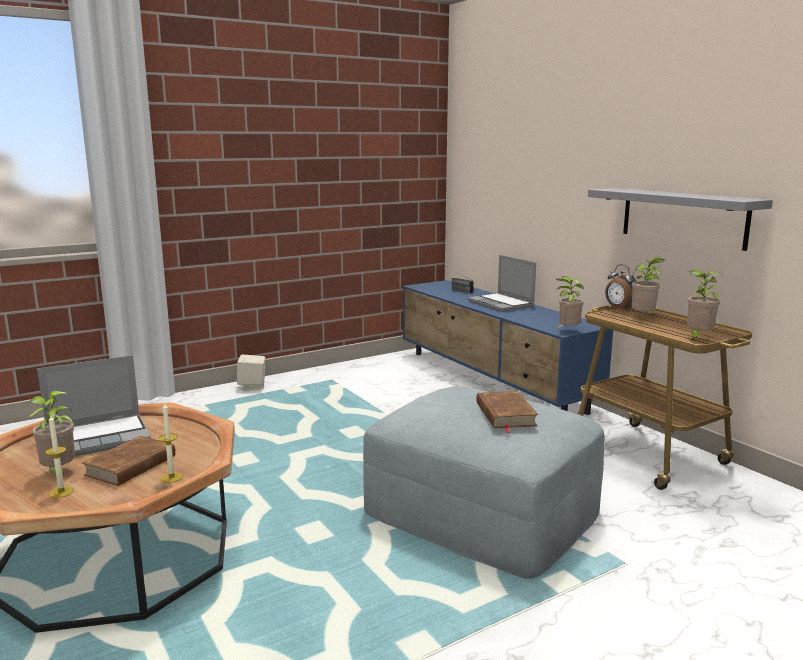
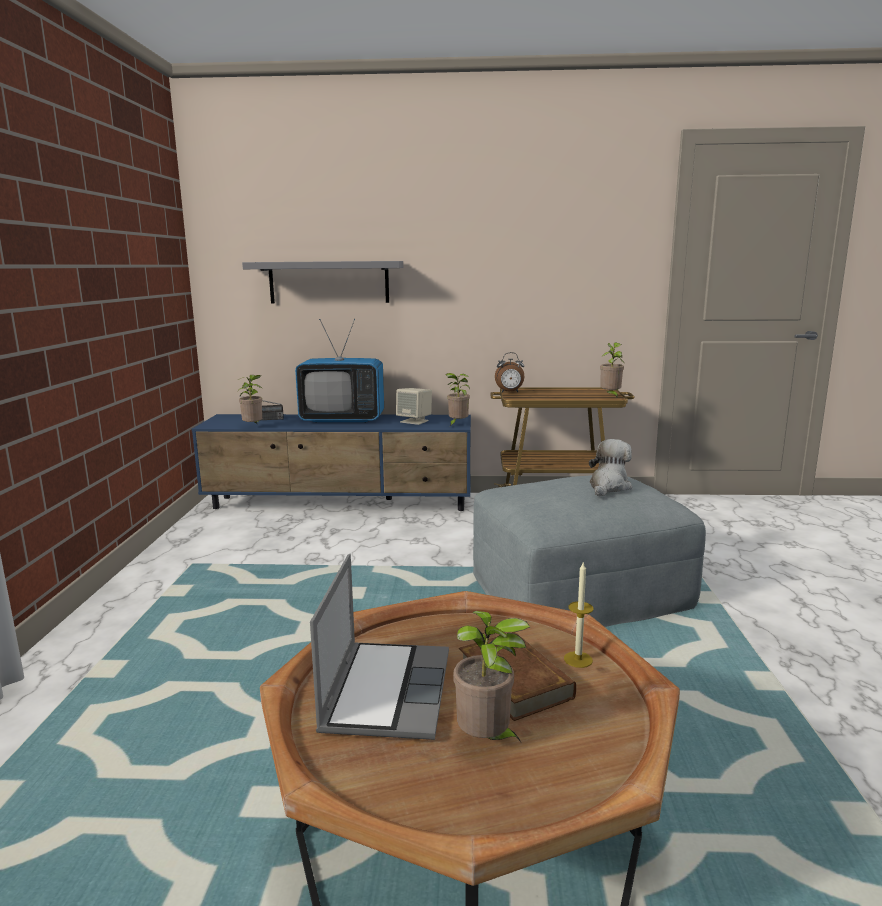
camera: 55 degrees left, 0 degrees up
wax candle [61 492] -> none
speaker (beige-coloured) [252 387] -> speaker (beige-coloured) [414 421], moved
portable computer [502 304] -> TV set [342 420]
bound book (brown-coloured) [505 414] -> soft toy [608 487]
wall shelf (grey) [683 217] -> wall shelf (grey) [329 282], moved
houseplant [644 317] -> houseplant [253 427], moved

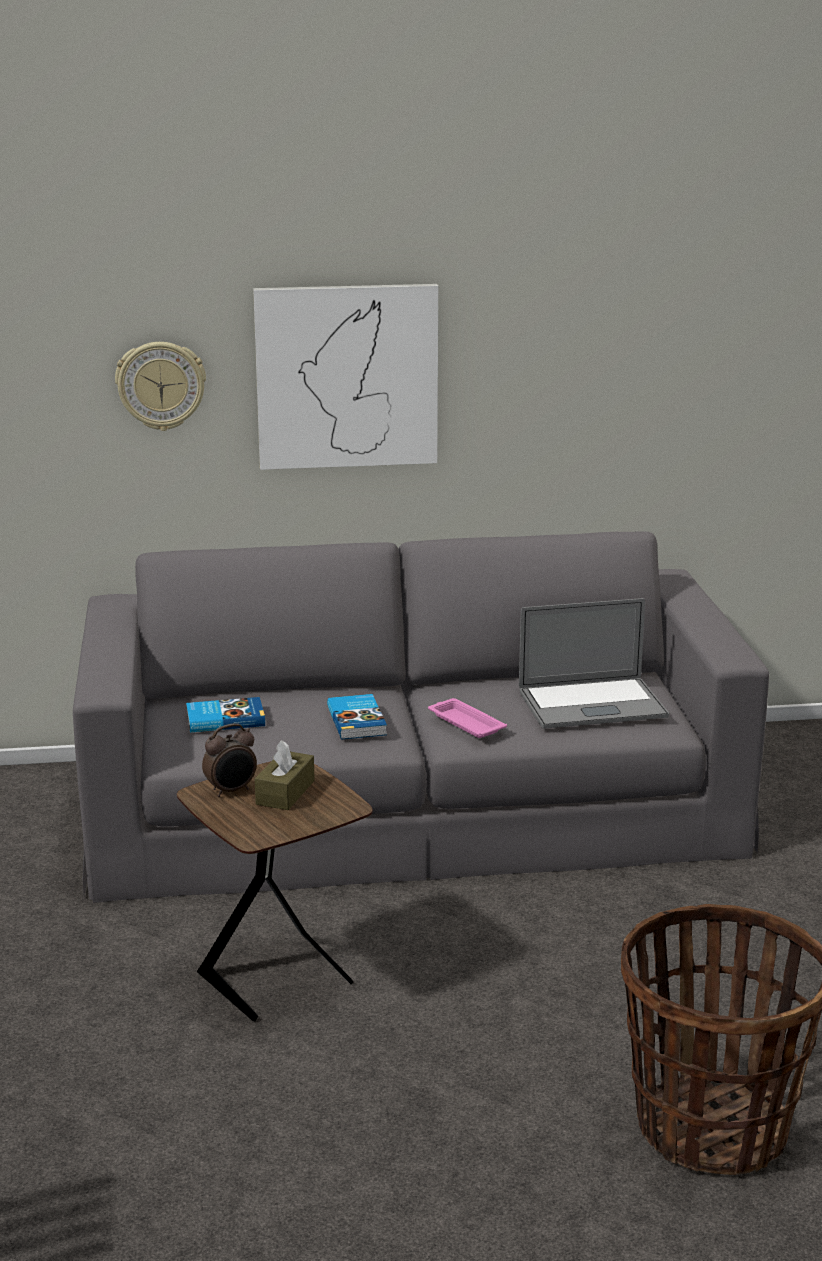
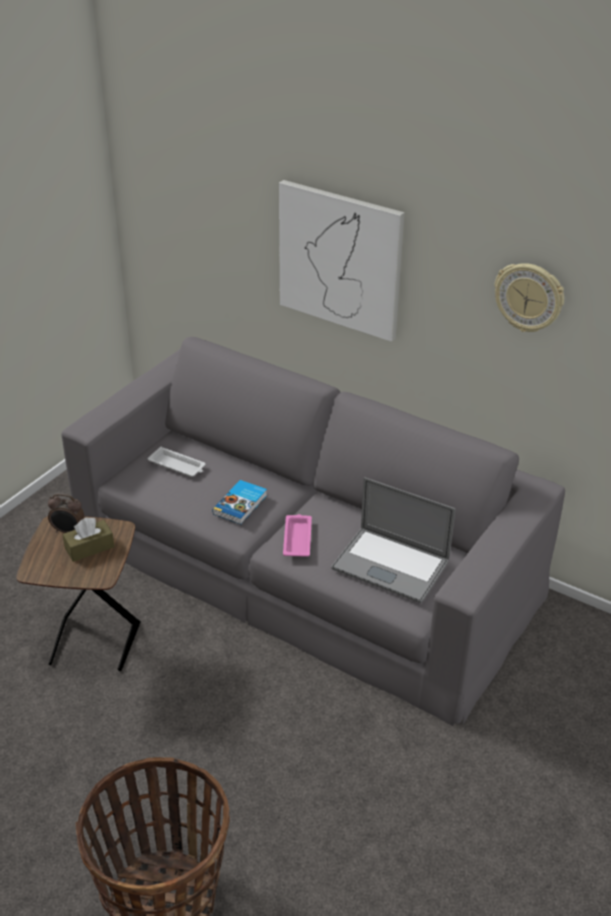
camera: 40 degrees right, 15 degrees up
wall clock [161 385] -> wall clock [529 297], moved
bound book [224 719] -> serving tray (whitish) [177 466]

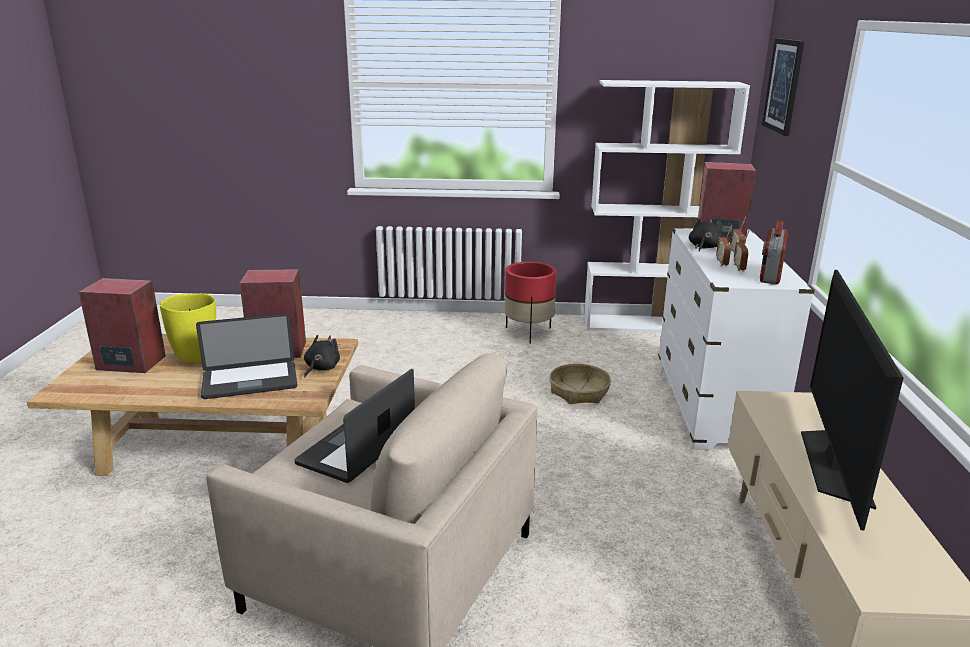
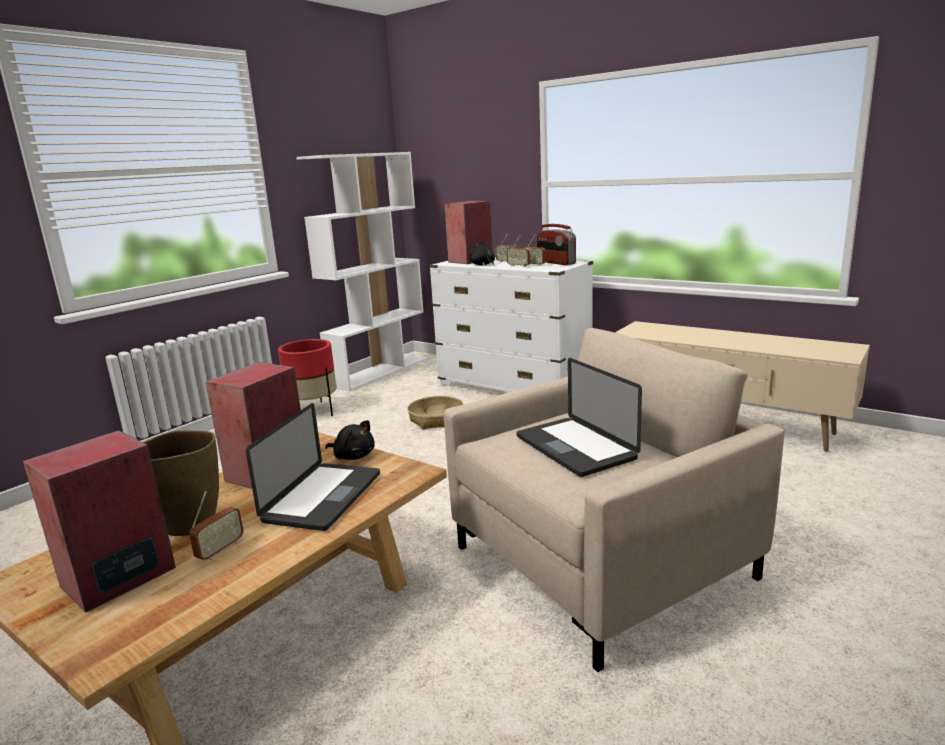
camera: 55 degrees left, 5 degrees down
decorative vase (yellowish) [195 356] -> decorative vase (brown-coloured) [189 524]
soft toy (black-coloured) [321 368] -> soft toy (black-coloured) [353 456], 150 degrees clockwise
wall art [783 86] -> none
TV set [834 464] -> none
none -> radio set [220 550]

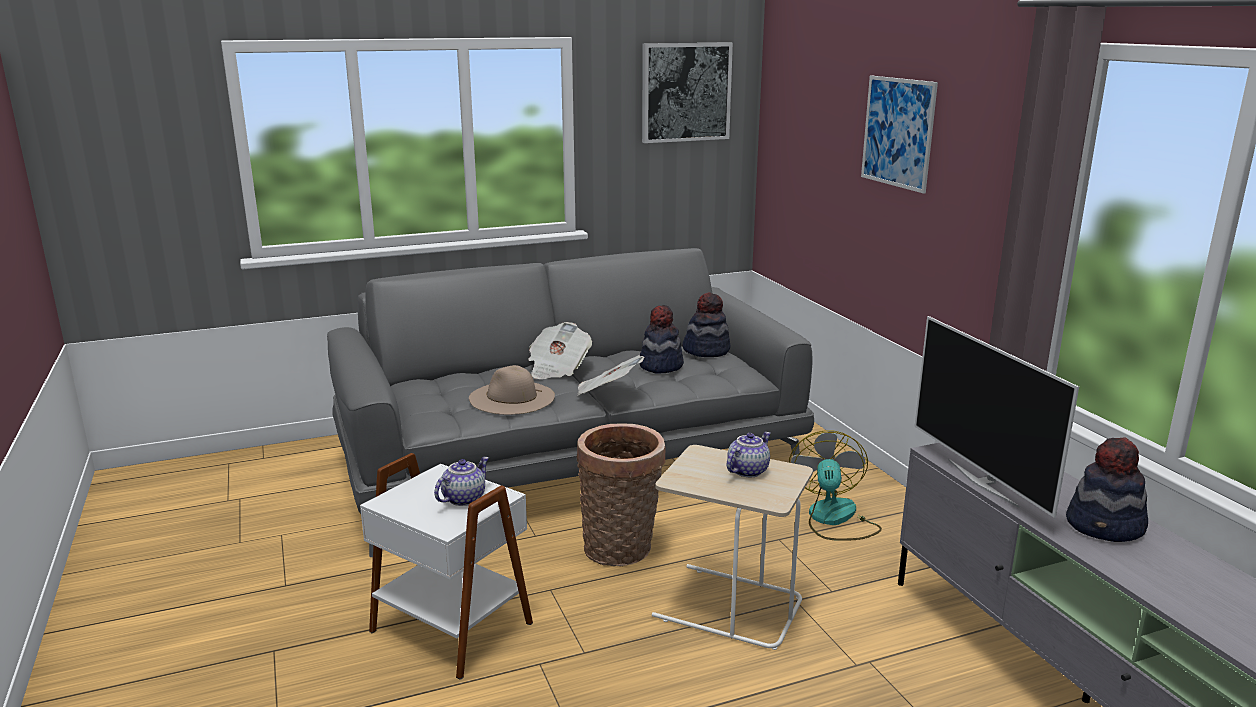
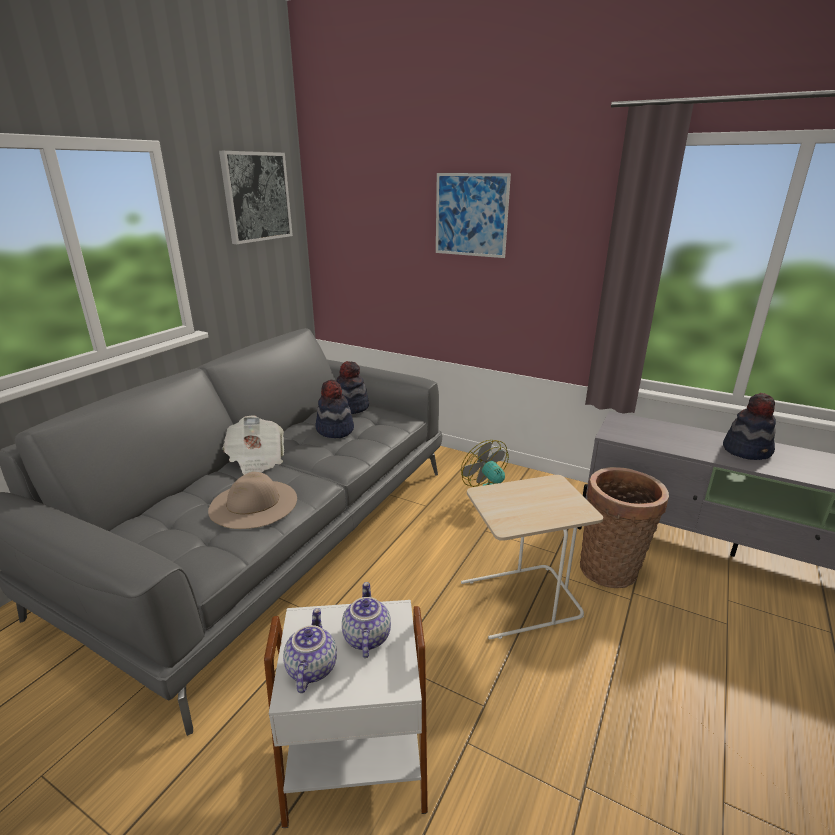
camera: 40 degrees left, 5 degrees up
printed paper [608 393] -> none
storage basket [621 549] -> storage basket [611 568], moved
teapot [747 470] -> teapot [310 668], moved
TV set [983 482] -> none

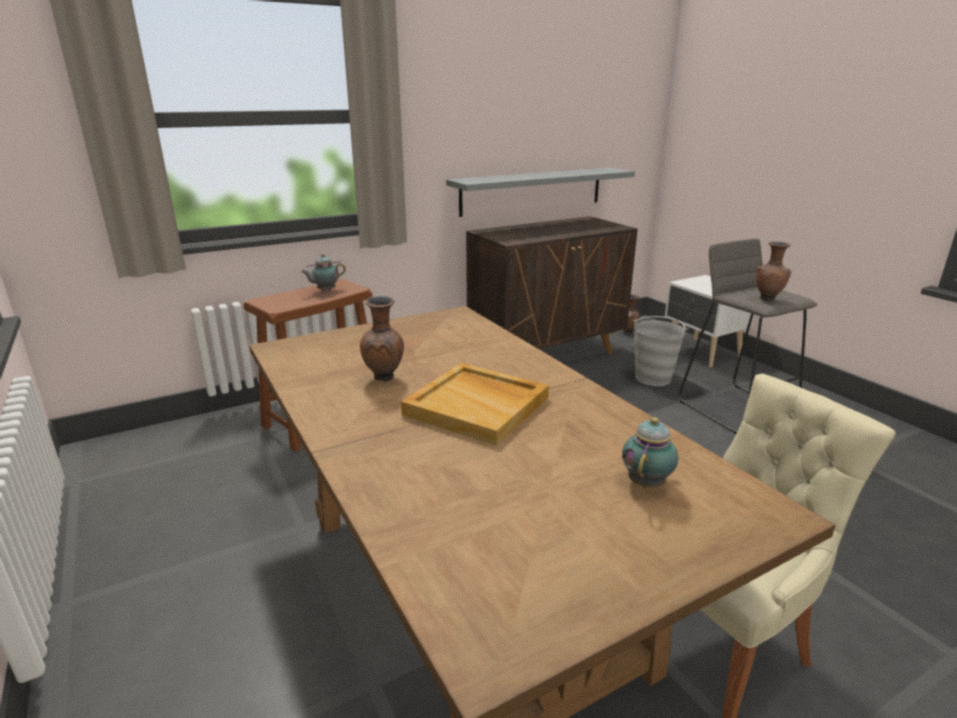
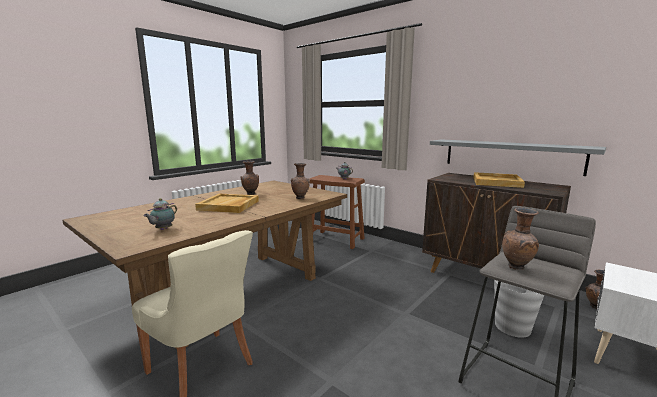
camera: 70 degrees right, 10 degrees down
teapot [647 482] -> teapot [162 229], 105 degrees clockwise
none -> decorative vase (brown-coloured) [300 198]
none -> serving tray (beige-coloured) [497 182]

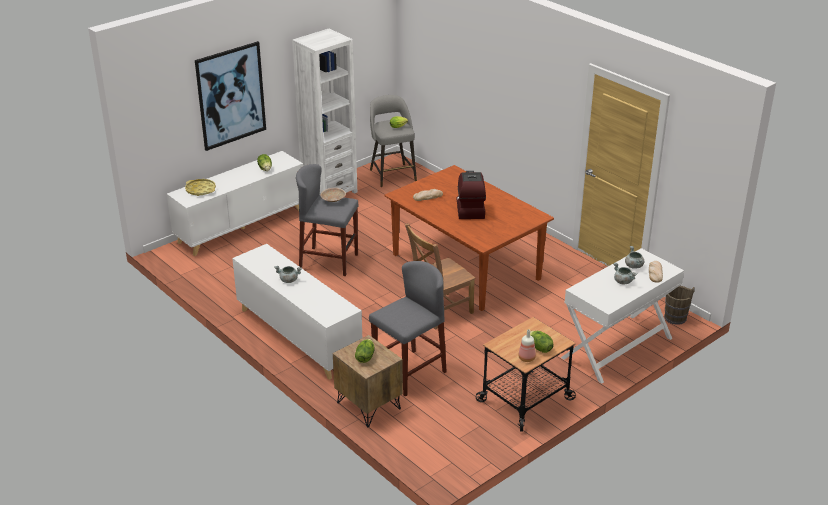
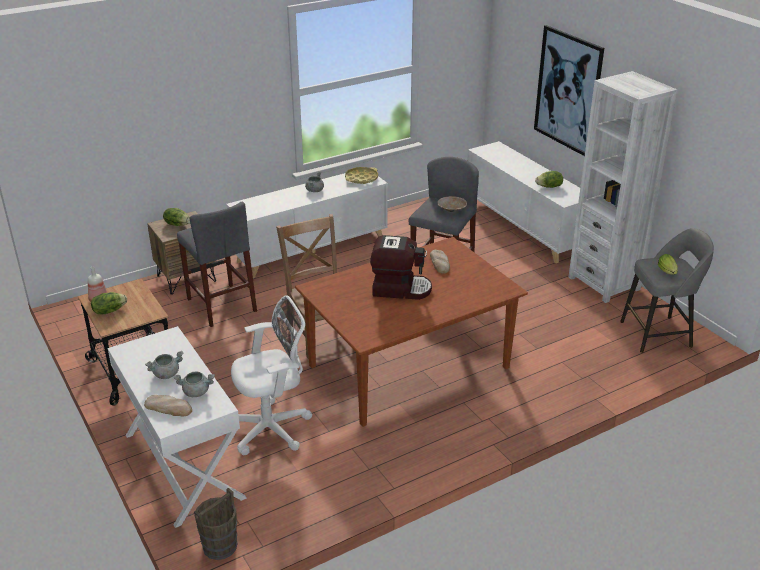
camera: 100 degrees right, 0 degrees up
serving tray (yellowish) [200 190] -> serving tray (yellowish) [361 178], moved
none -> office chair (whitish) [272 428]

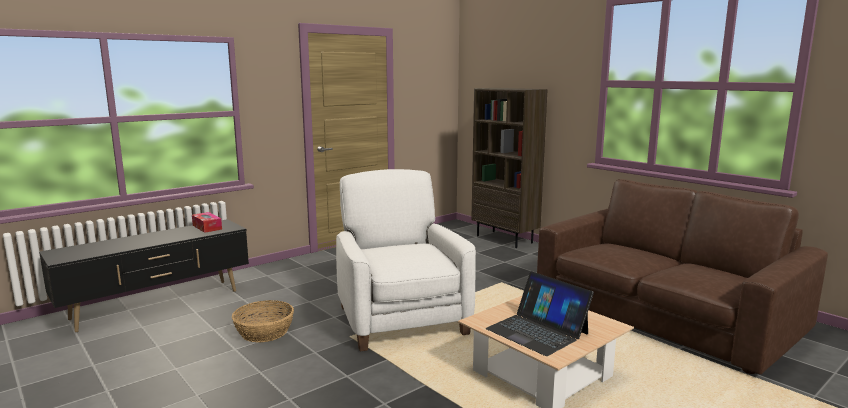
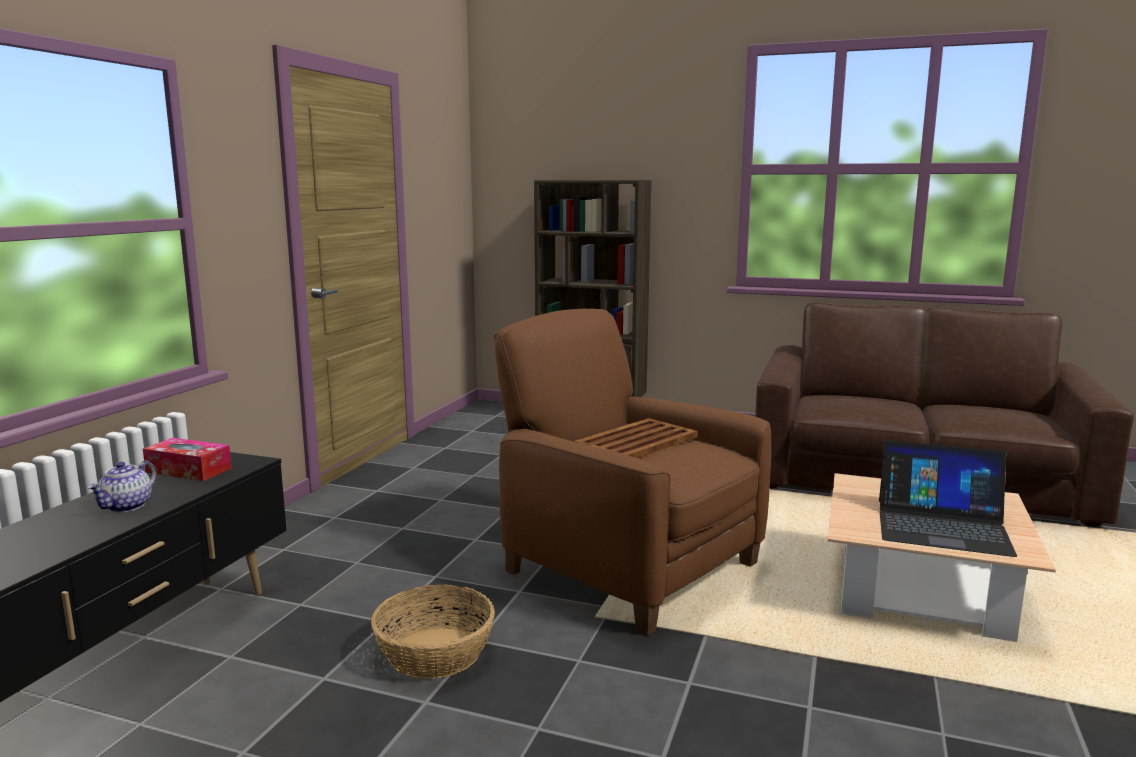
camera: 30 degrees left, 0 degrees up
lounge chair (whitish) [401 319] -> lounge chair (brown-coloured) [629 566]
none -> teapot [127 506]
none -> serving tray (brown-coloured) [635 442]

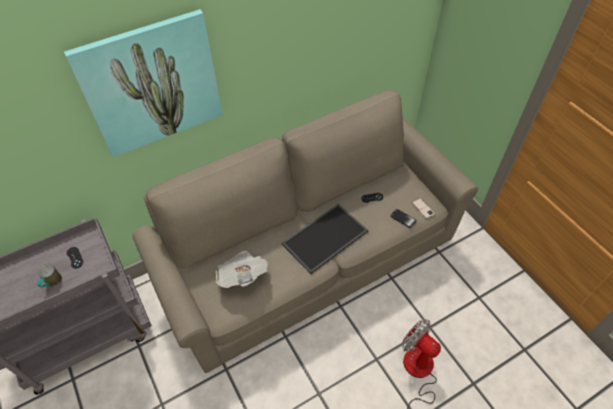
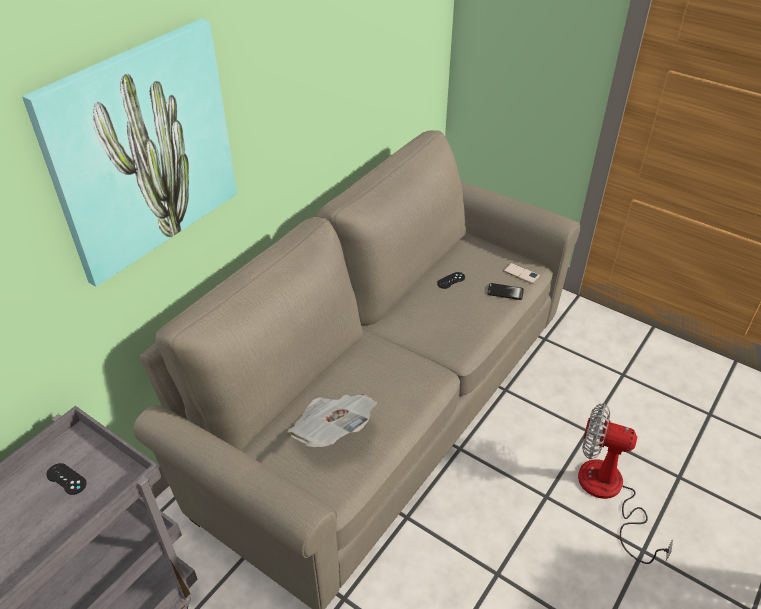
camera: 25 degrees left, 10 degrees down
coffee mug [52 283] -> none
serving tray [325 239] -> none

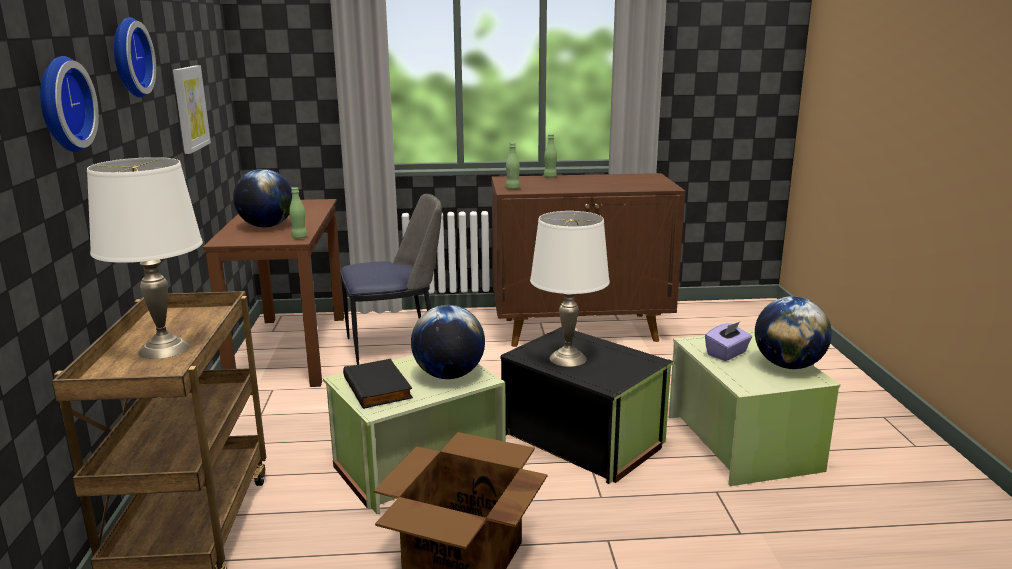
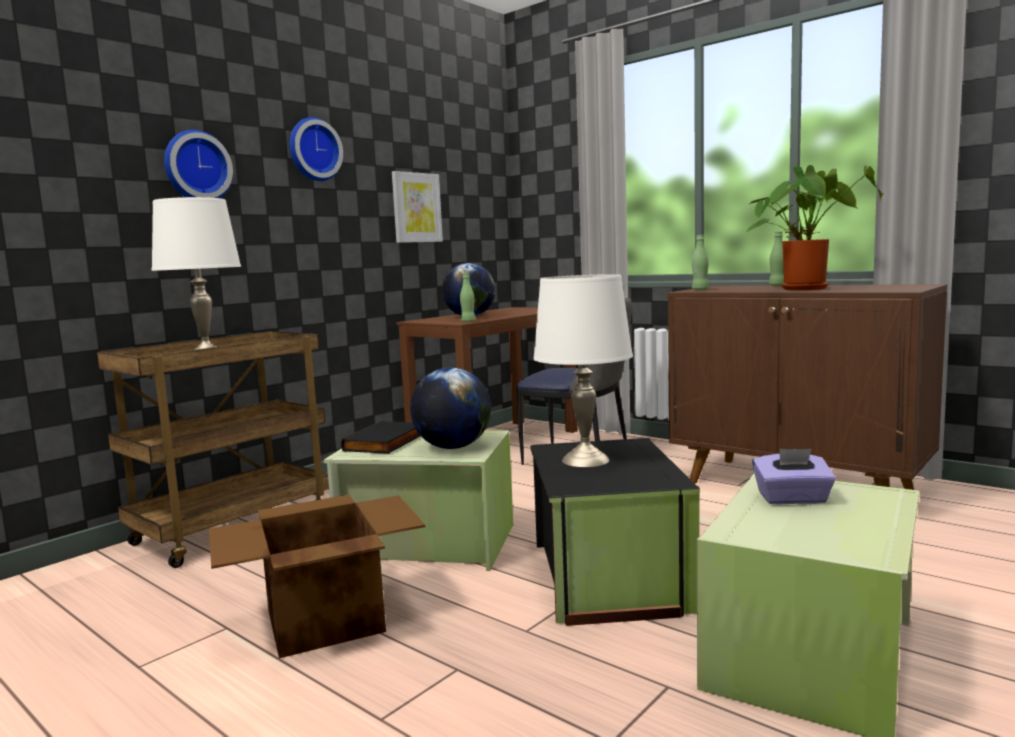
camera: 45 degrees right, 10 degrees down
globe [788 365] -> none
none -> houseplant [806 288]

